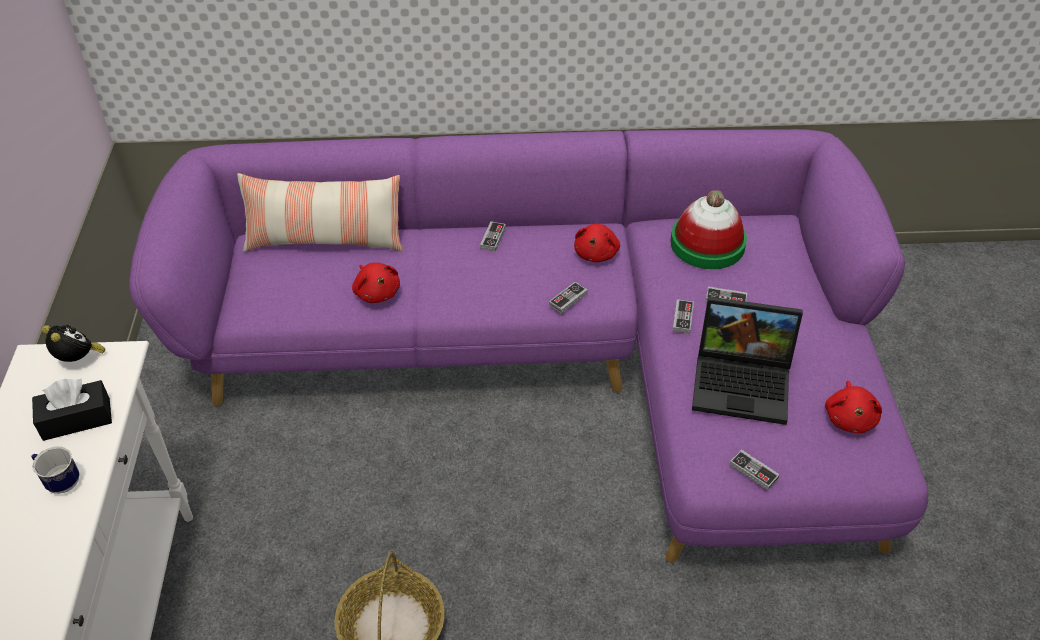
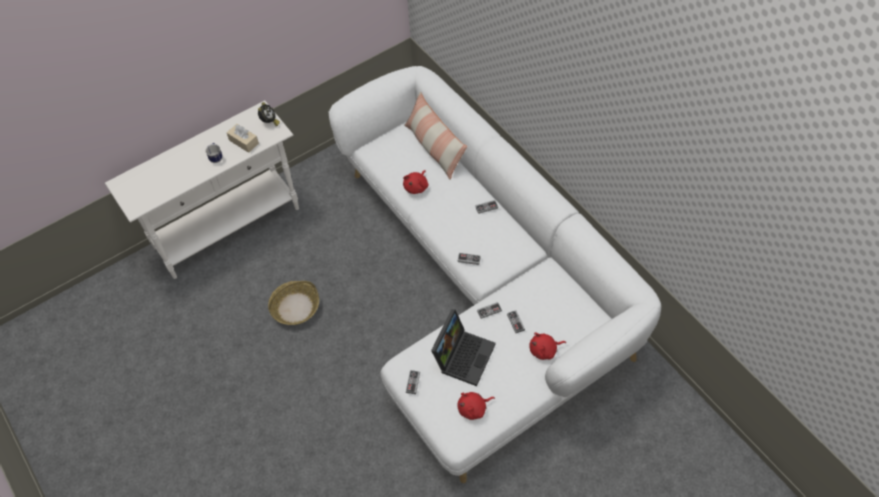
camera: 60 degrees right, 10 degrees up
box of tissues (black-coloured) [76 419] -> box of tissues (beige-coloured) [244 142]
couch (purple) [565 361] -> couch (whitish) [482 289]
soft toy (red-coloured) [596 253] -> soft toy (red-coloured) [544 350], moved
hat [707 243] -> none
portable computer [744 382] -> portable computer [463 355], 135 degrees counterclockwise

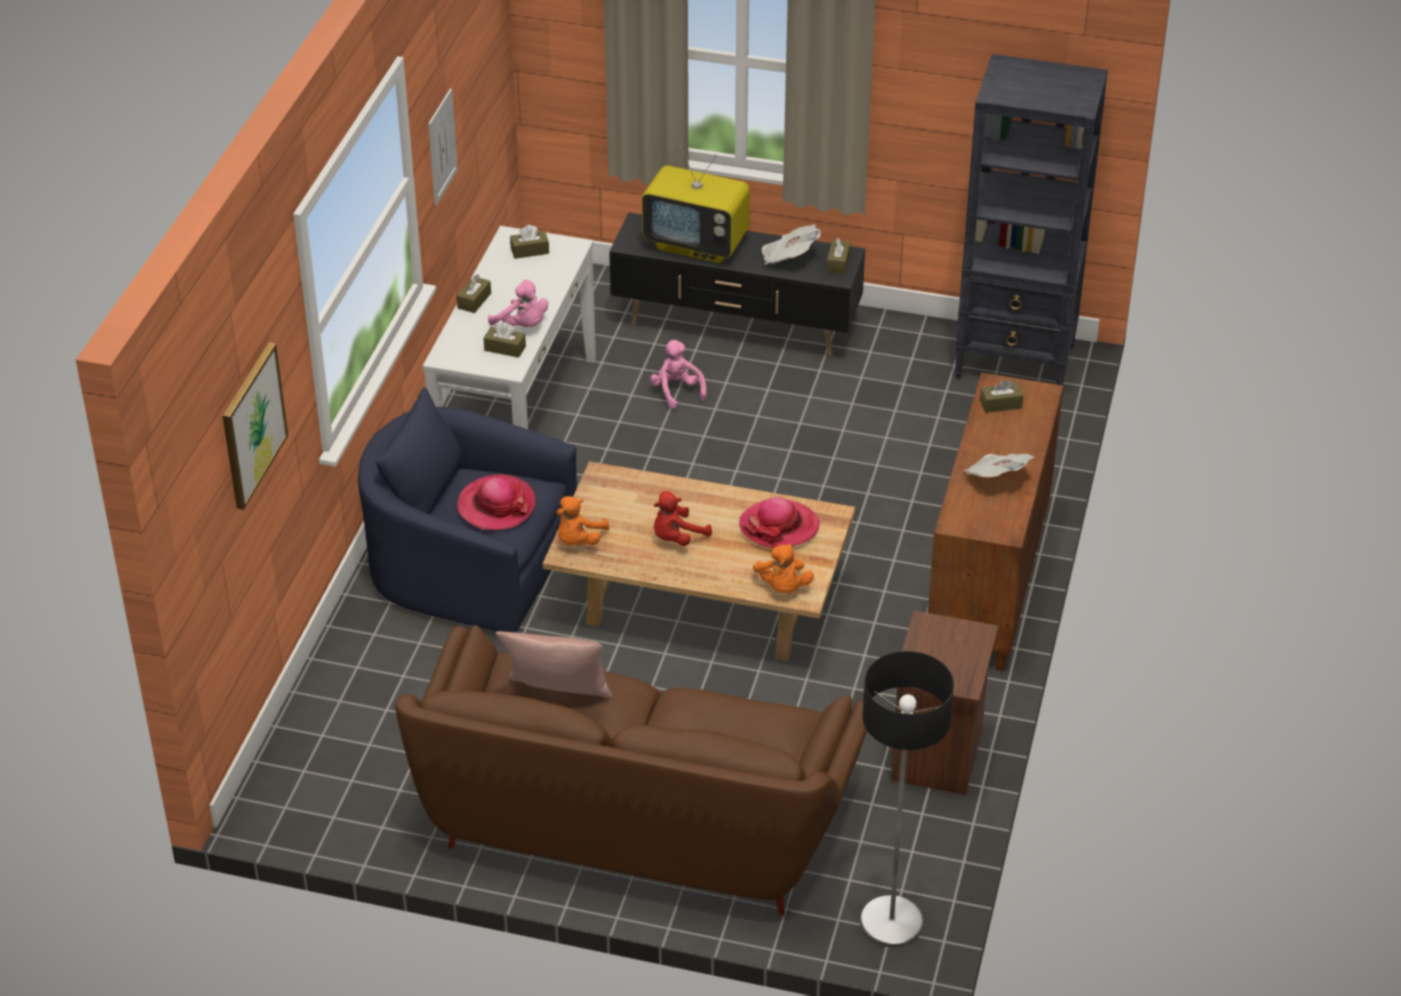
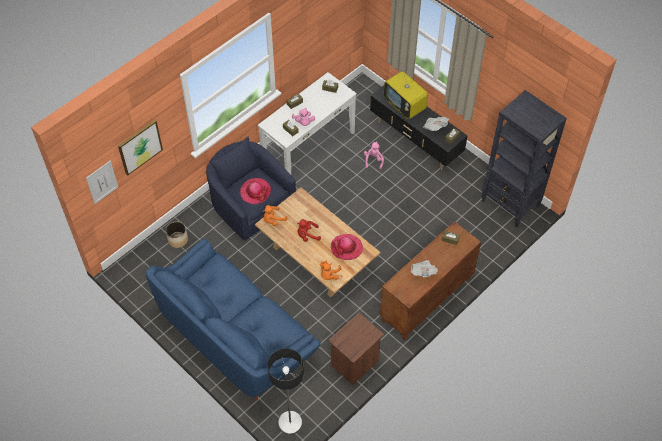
camera: 30 degrees right, 15 degrees up
couch (brown-coloured) [635 815] -> couch (blue) [236 334]
wall art [442 147] -> wall art [102 182], moved
throw pillow (pink-coloured) [556 698] -> none
none -> plant pot [177 240]

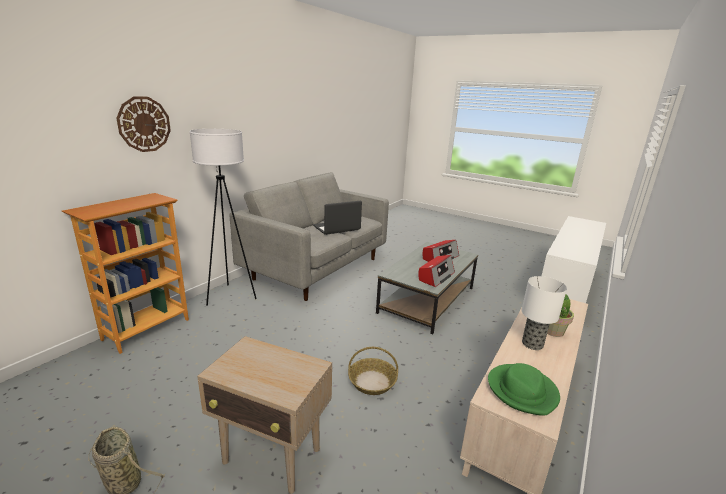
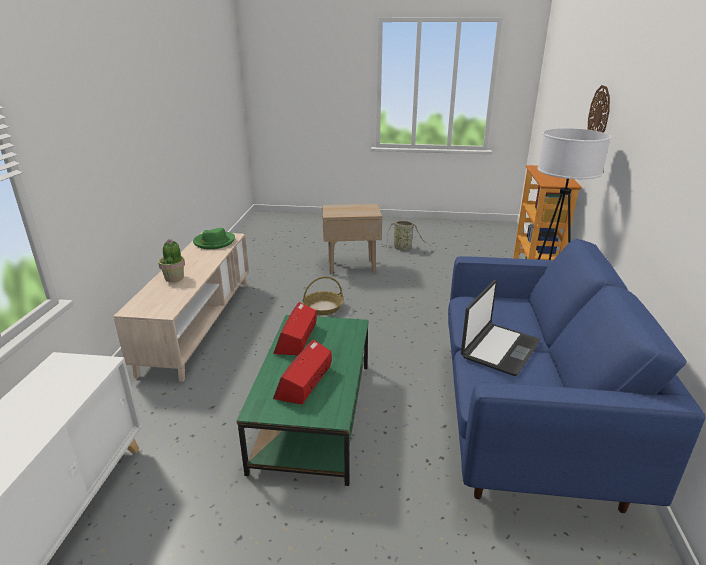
camera: 155 degrees right, 5 degrees up
couch (grey) [317 269] -> couch (blue) [526 419]
lounge table (grey) [427 299] -> lounge table (green-coloured) [314 415]
tabletop lamp [533 344] -> none

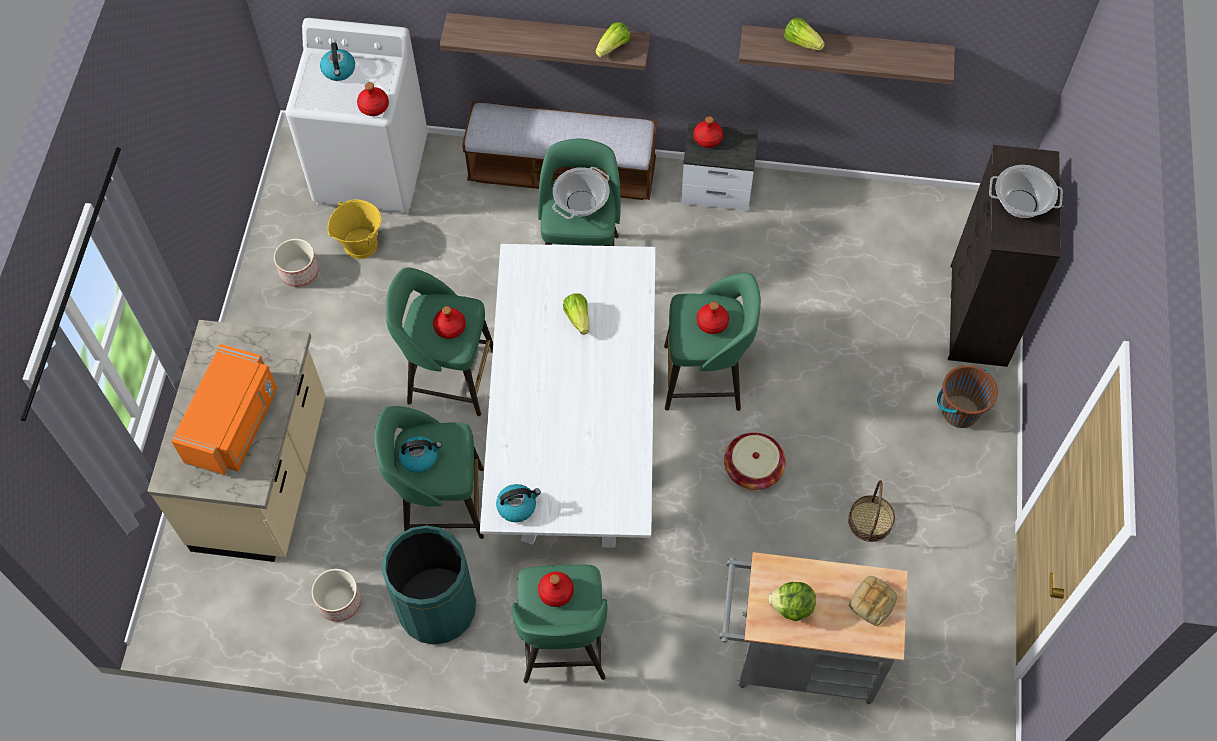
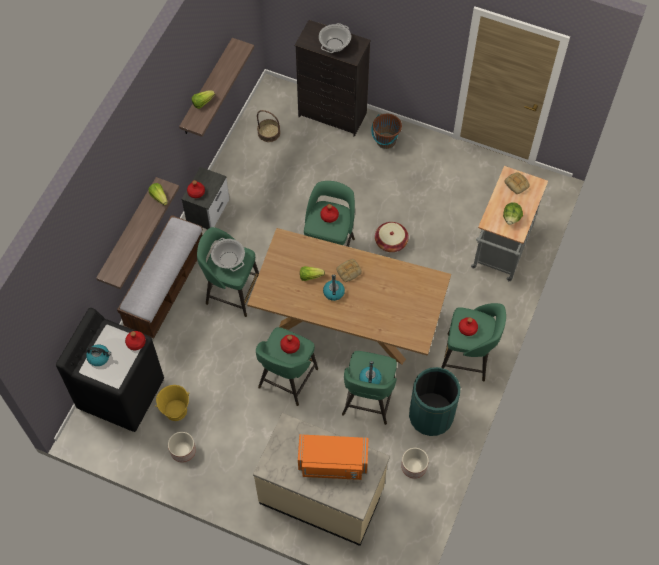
camera: 75 degrees left, 0 degrees up
kitchen microwave (orangey) [235 424] -> kitchen microwave (orangey) [332 464], 150 degrees clockwise
washing machine (whitish) [372 171] -> washing machine (black-coloured) [122 393]
dining table (whitish) [576 441] -> dining table (brown-coloured) [349 322]
tea kettle [517 506] -> tea kettle [333 292], moved
storage basket [870 521] -> storage basket [268 133], moved
none -> baked bread [348 272]

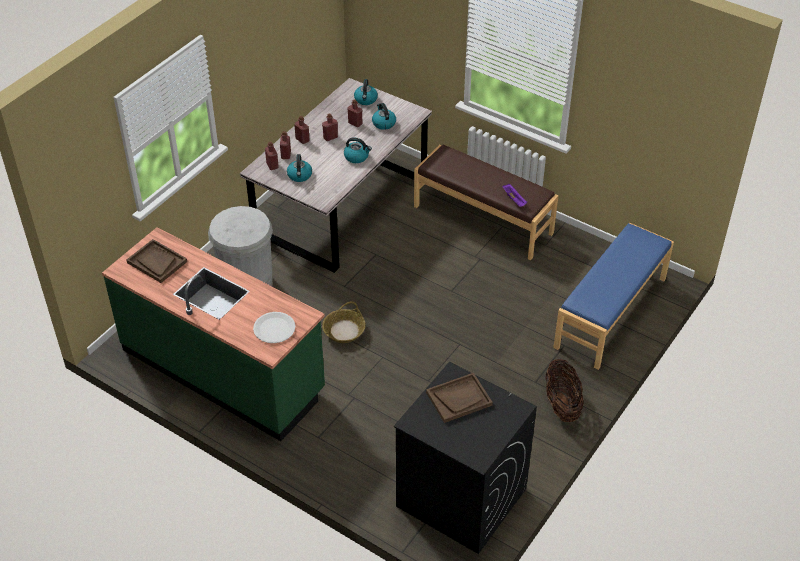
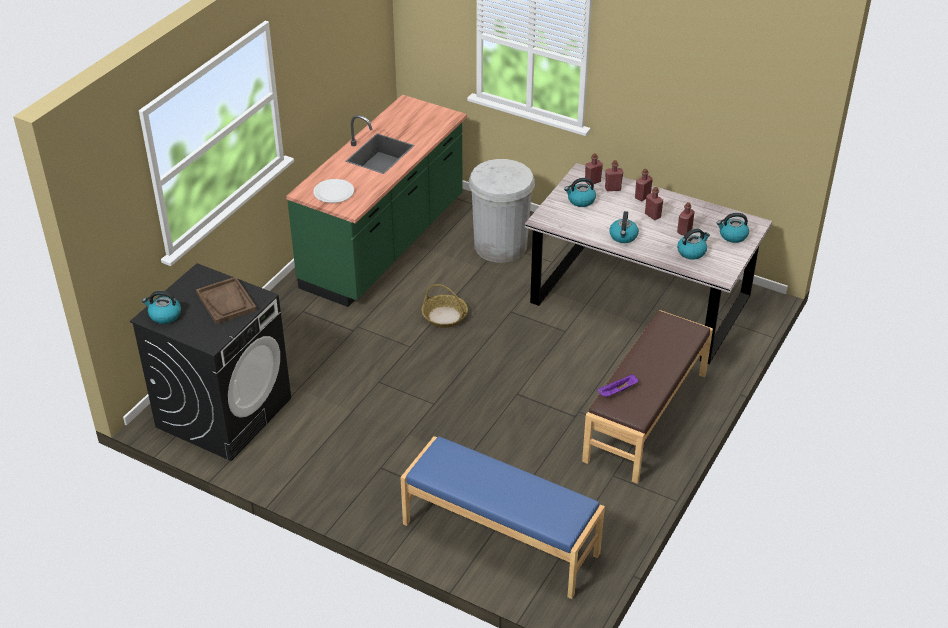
camera: 85 degrees right, 5 degrees down
serving tray (brown-coloured) [157 262] -> none
storage basket [562 404] -> none
none -> tea kettle [164 315]

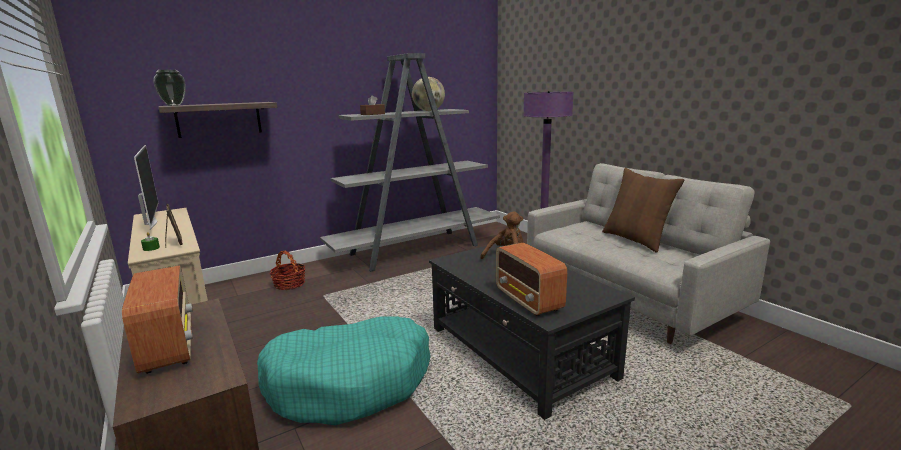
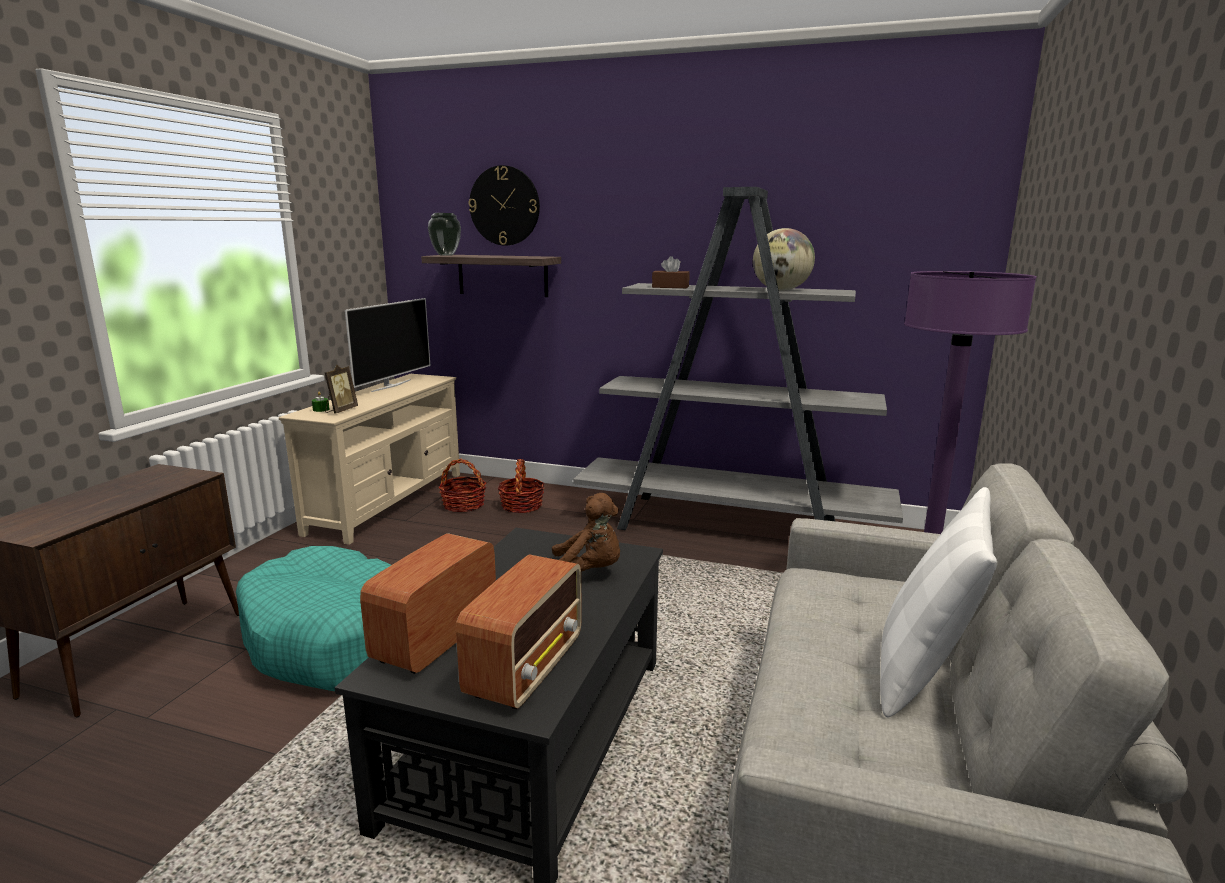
camera: 50 degrees right, 0 degrees up
radio set [168 345] -> radio set [527 667], moved
throw pillow (brown-coloured) [635 240] -> throw pillow (whitish) [923 671]
none -> storage basket [463 505]
none -> wall clock [504 206]

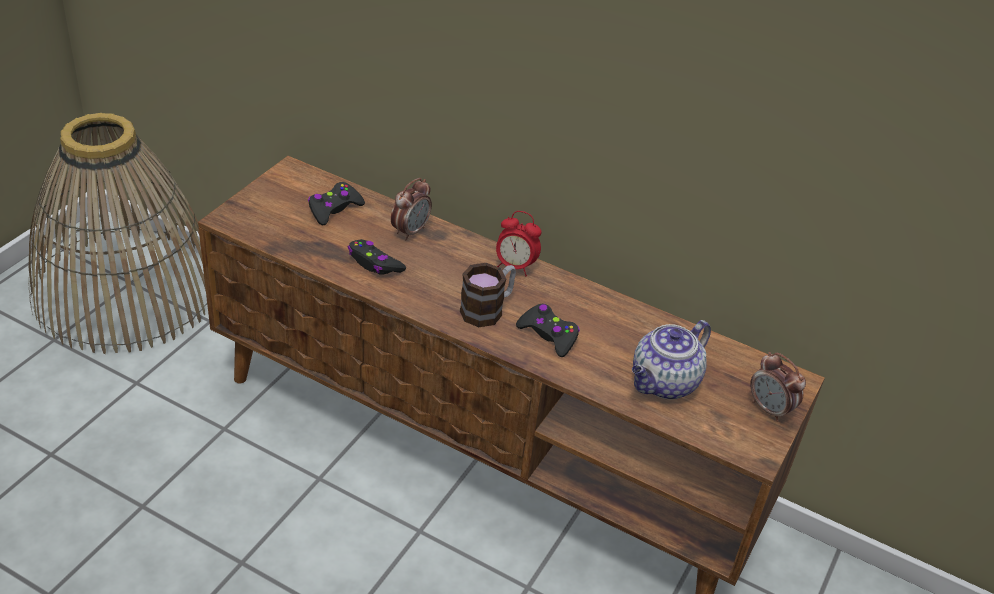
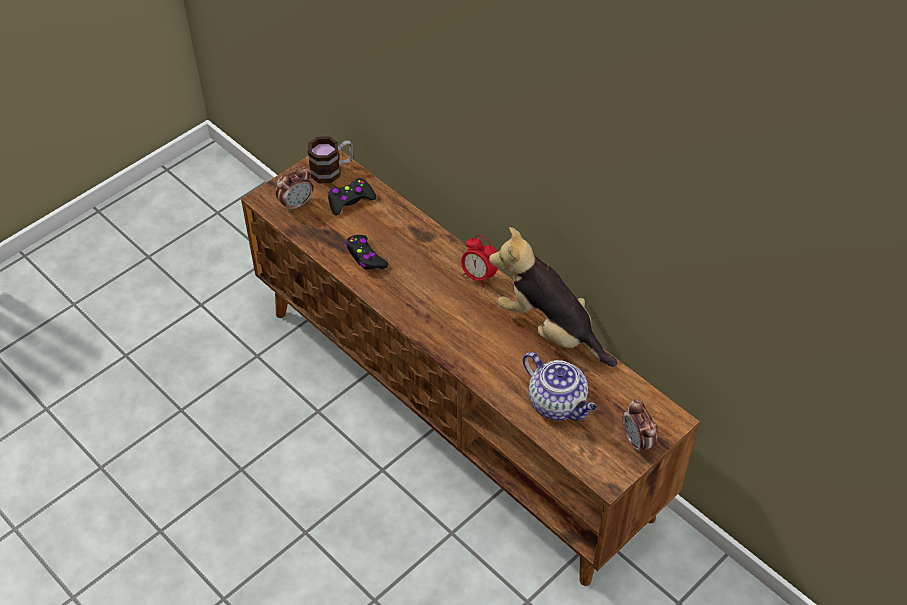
camera: 20 degrees right, 10 degrees up
storage basket [126 291] -> none
alarm clock [410 231] -> alarm clock [296 204], moved
coffee mug [488 309] -> coffee mug [332 170], moved
game controller (black-coloured) [548 335] -> none
teapot [664 384] -> teapot [558 404], 105 degrees counterclockwise
none -> soft toy [550 329]

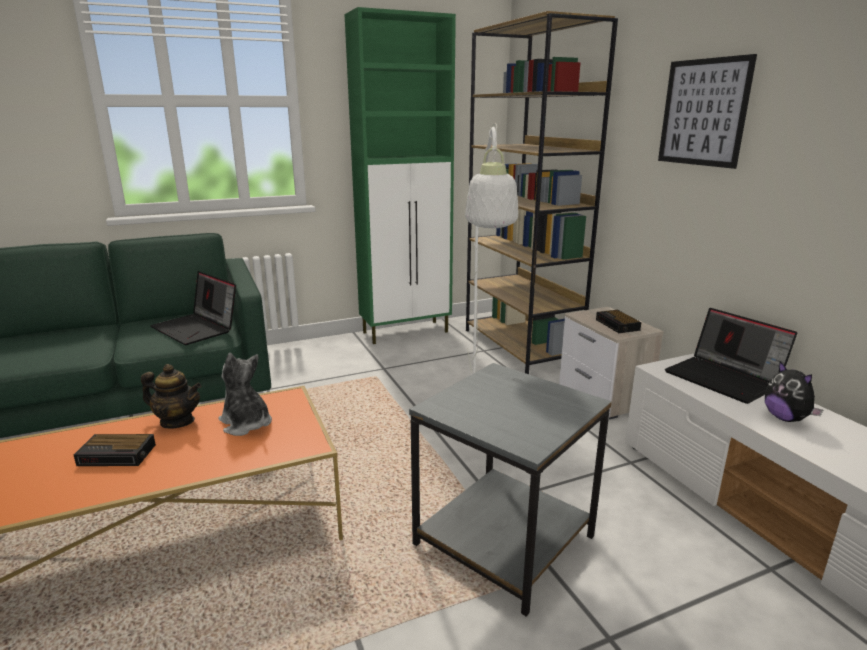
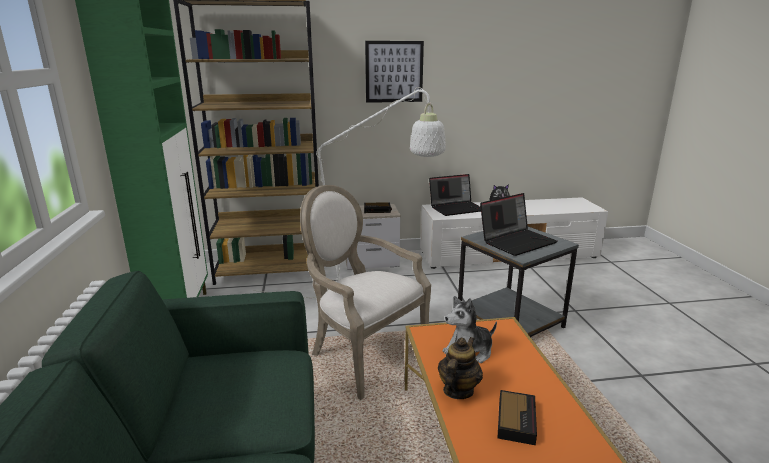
camera: 75 degrees left, 0 degrees up
portable computer [197 329] -> portable computer [517 241], moved
none -> lounge chair [363 354]

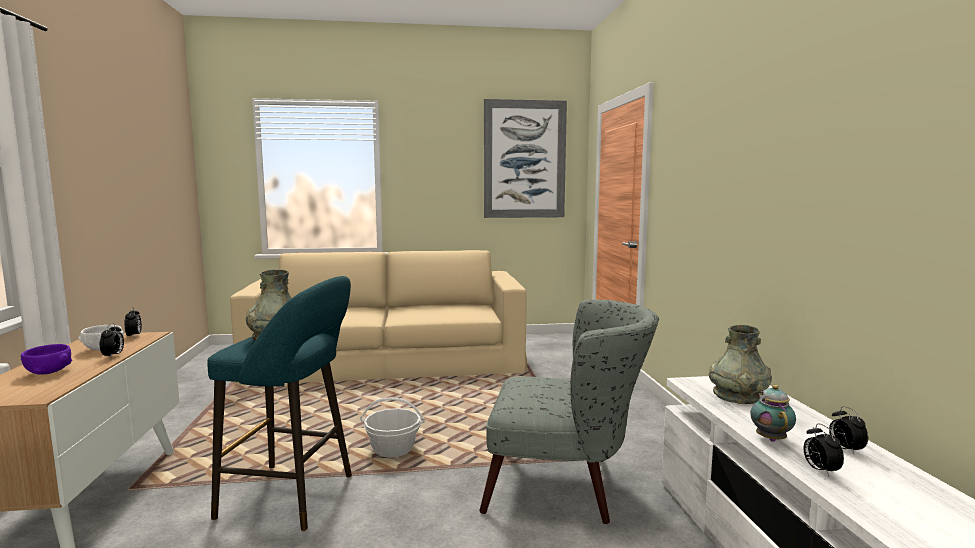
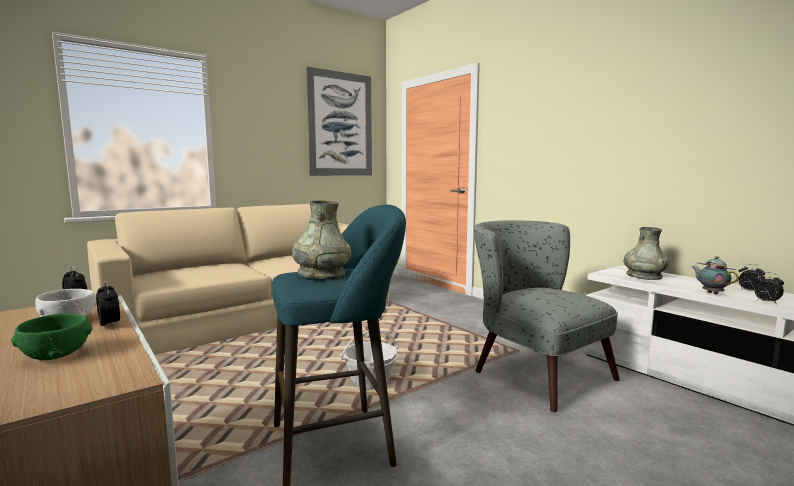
camera: 30 degrees left, 0 degrees up
serving bowl (purple) [49 372] -> serving bowl (green-coloured) [56 356]
lounge chair (grey) [566 486] -> lounge chair (grey) [532 371], 105 degrees counterclockwise

